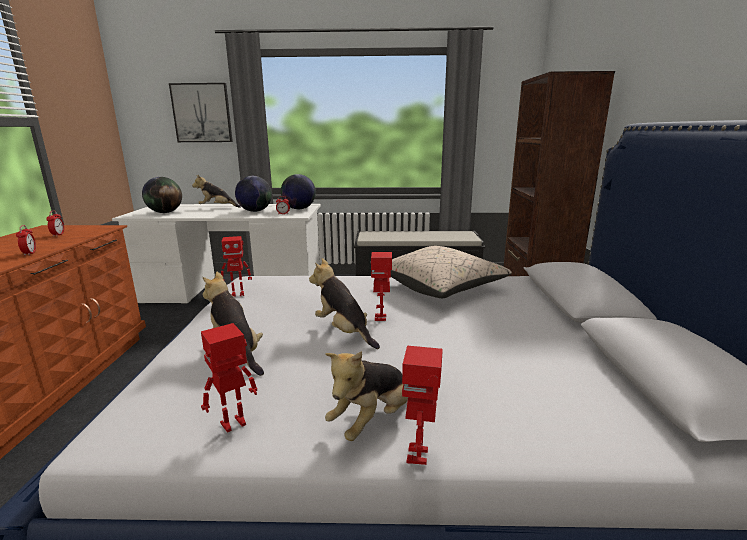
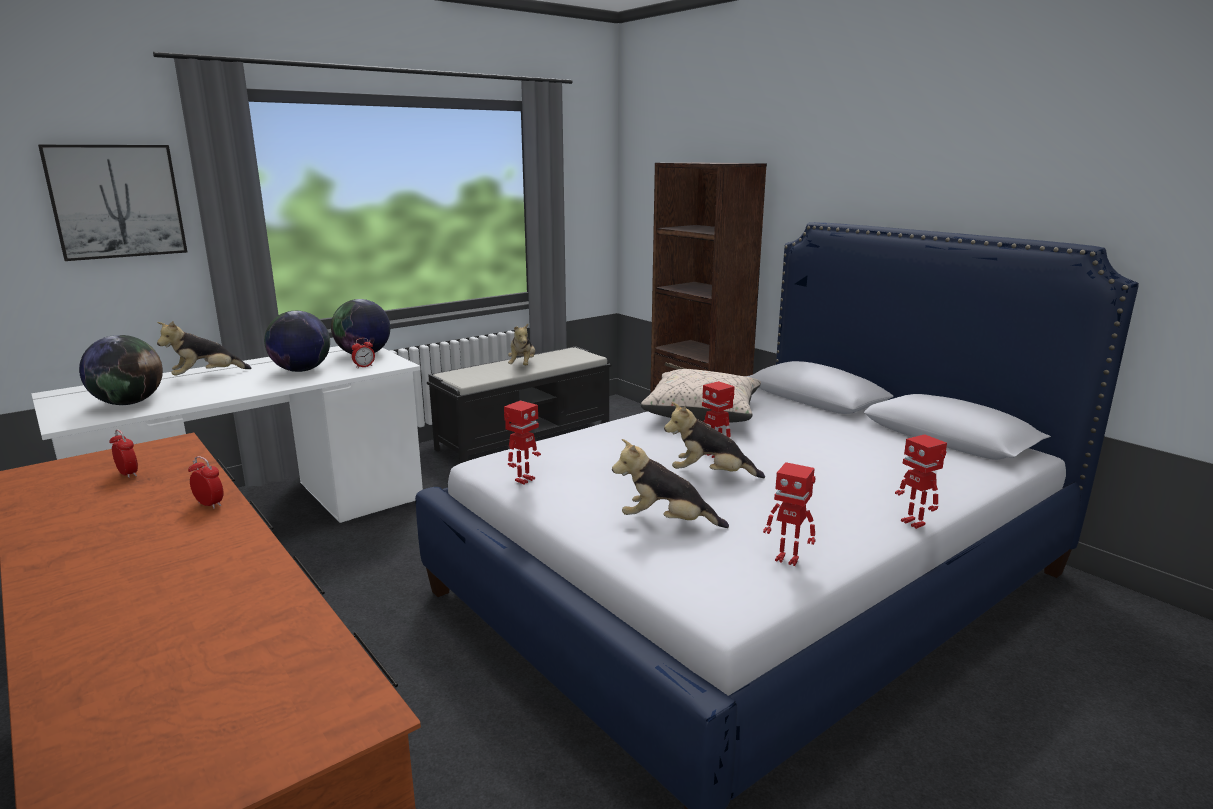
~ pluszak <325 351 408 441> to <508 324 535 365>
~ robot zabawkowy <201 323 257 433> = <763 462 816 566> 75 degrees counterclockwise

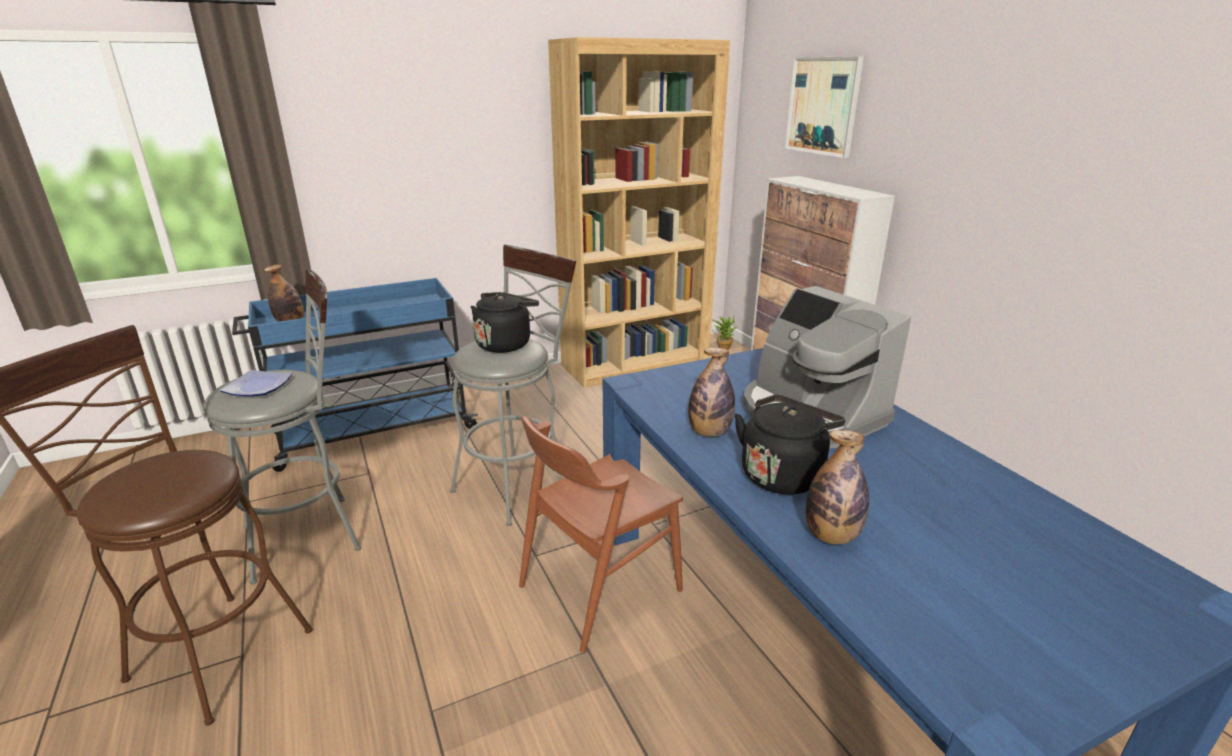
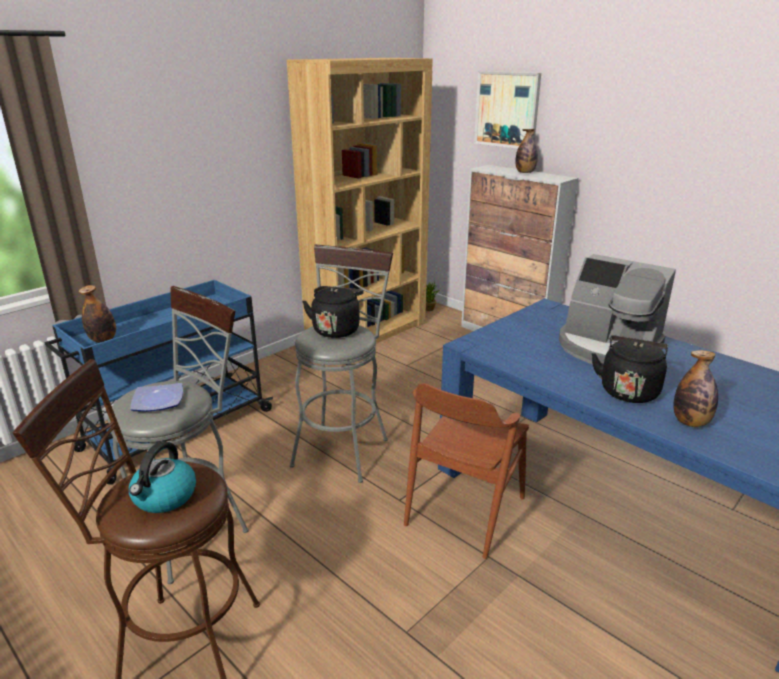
+ czajnik <129 441 196 513>
~ butelka <688 348 735 437> to <515 129 538 173>

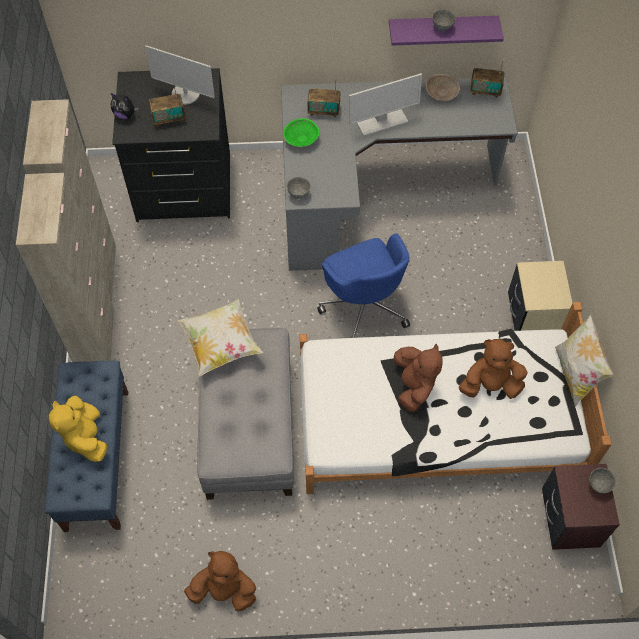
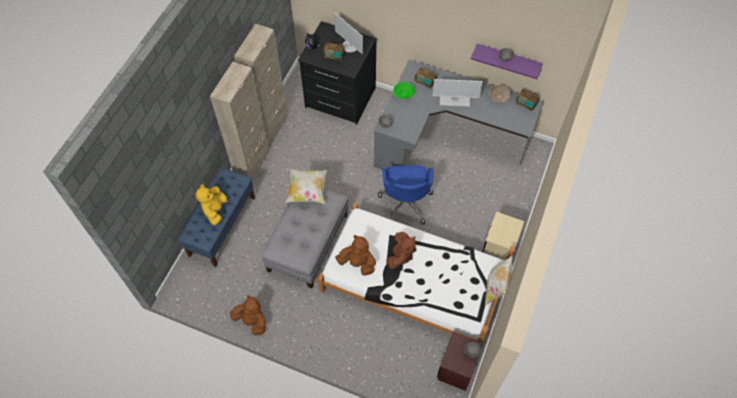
~ pluszak [brązowy] <459 339 527 399> to <335 235 376 275>

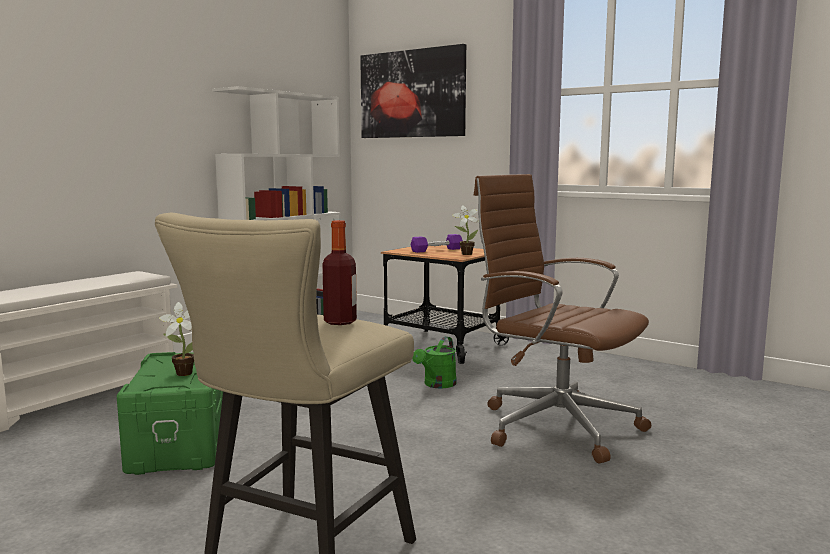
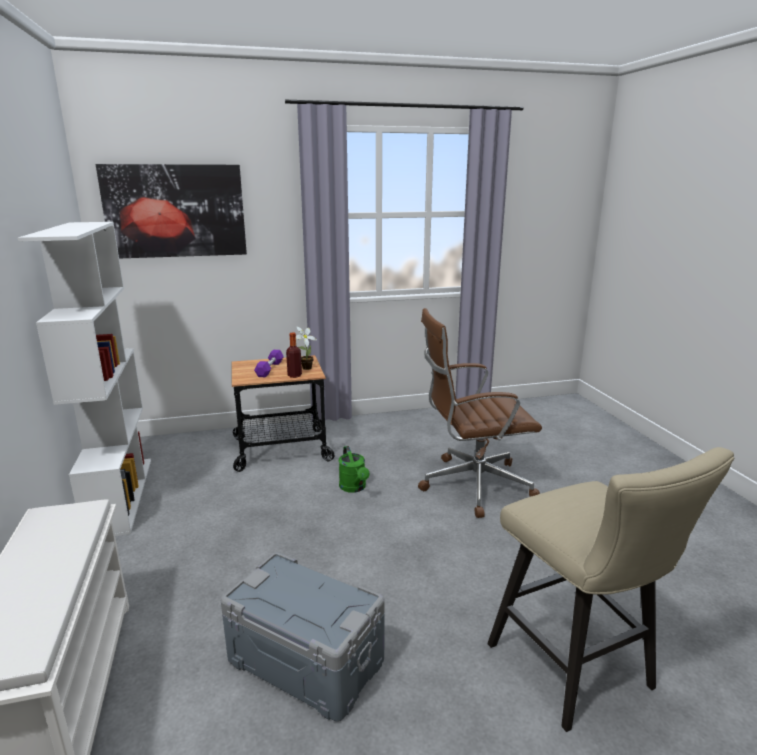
- roślina doniczkowa <159 302 194 376>
~ butelka <322 220 357 325> to <286 333 302 378>
~ pojemnik do przechowywania [zielony] <117 352 223 475> to pojemnik do przechowywania [szary] <221 552 385 722>

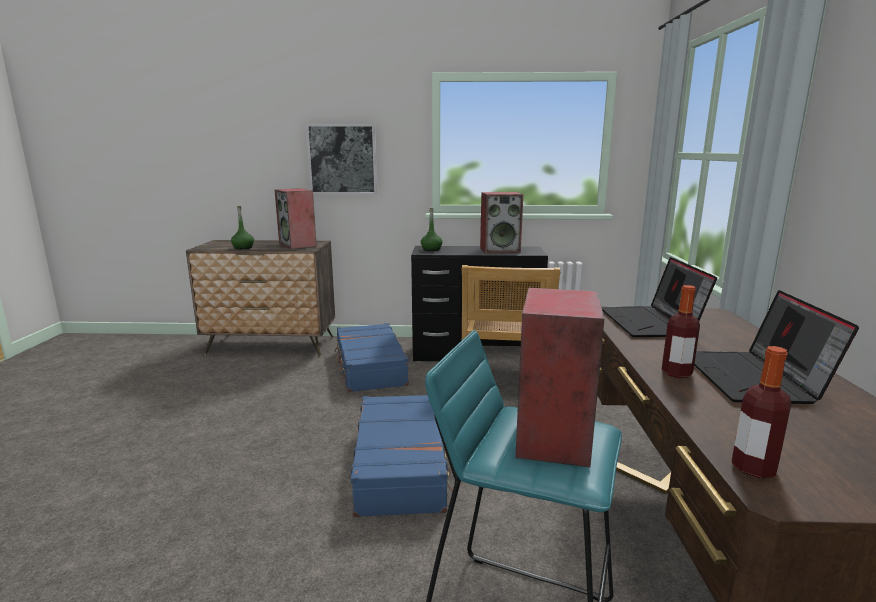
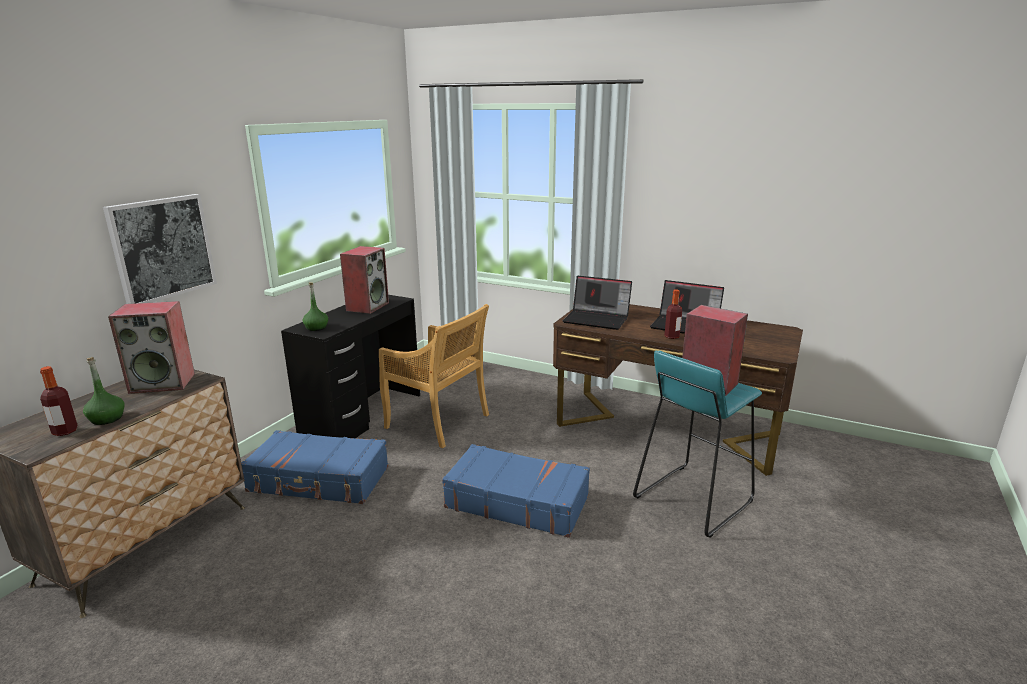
~ butelka <731 346 791 478> to <40 366 78 436>

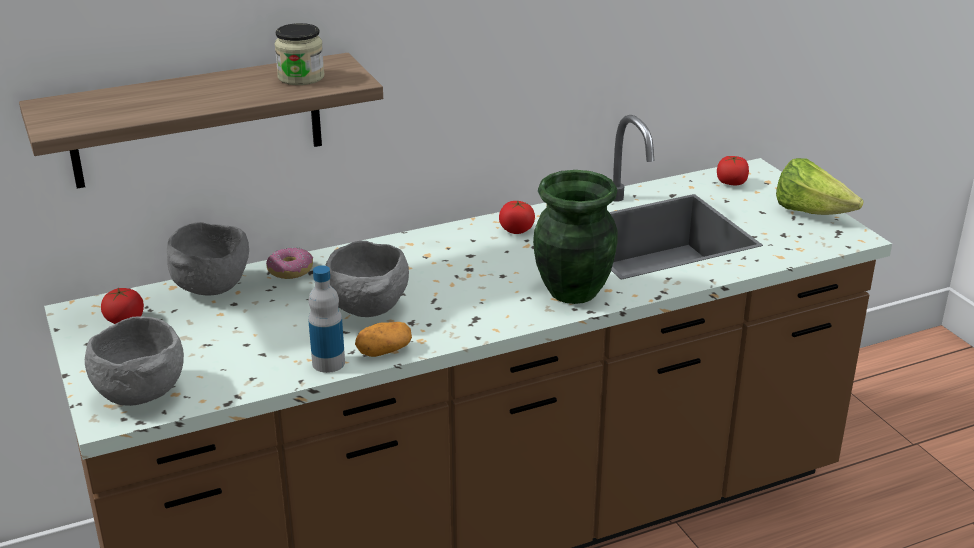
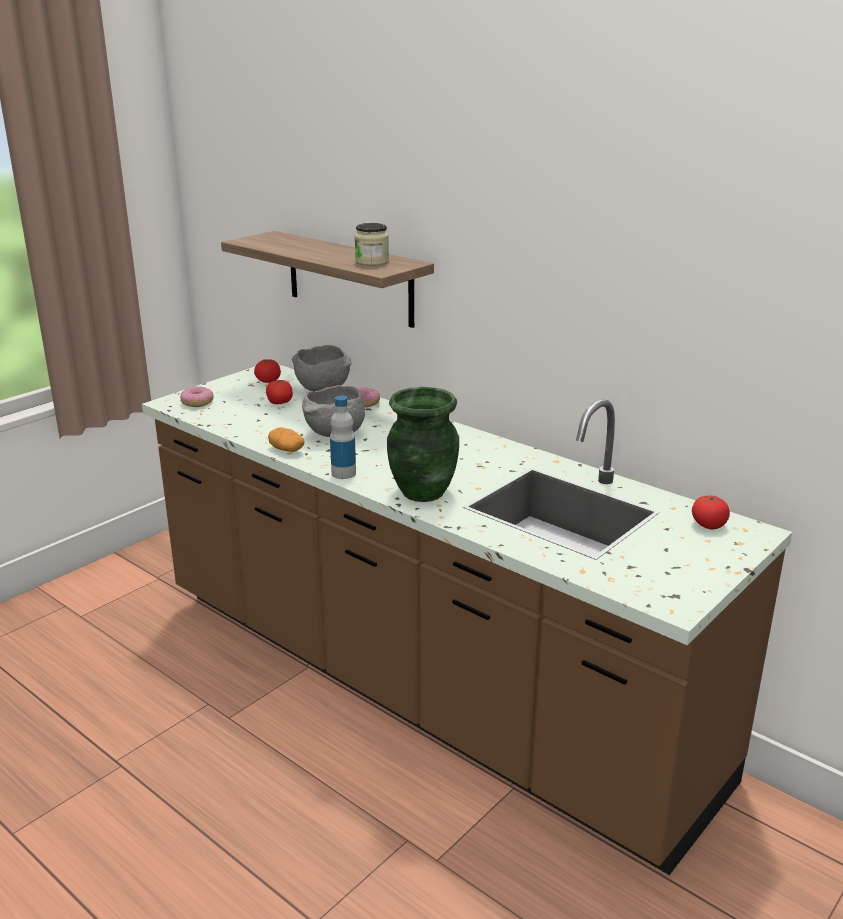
- sałata <776 158 864 215>
~ butelka <308 265 345 373> to <330 395 356 479>
~ pomidor <499 200 535 234> to <266 380 293 404>
~ miska [szary] <85 316 184 406> to donut <180 386 214 407>

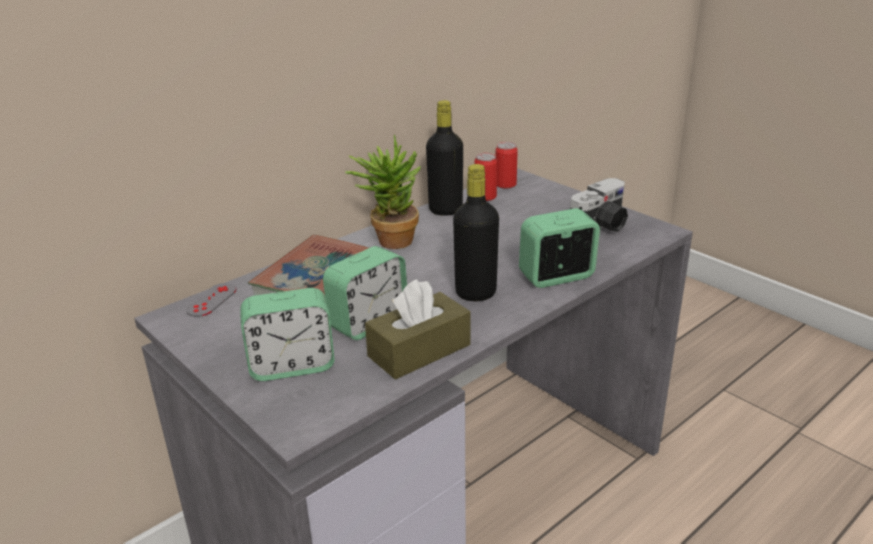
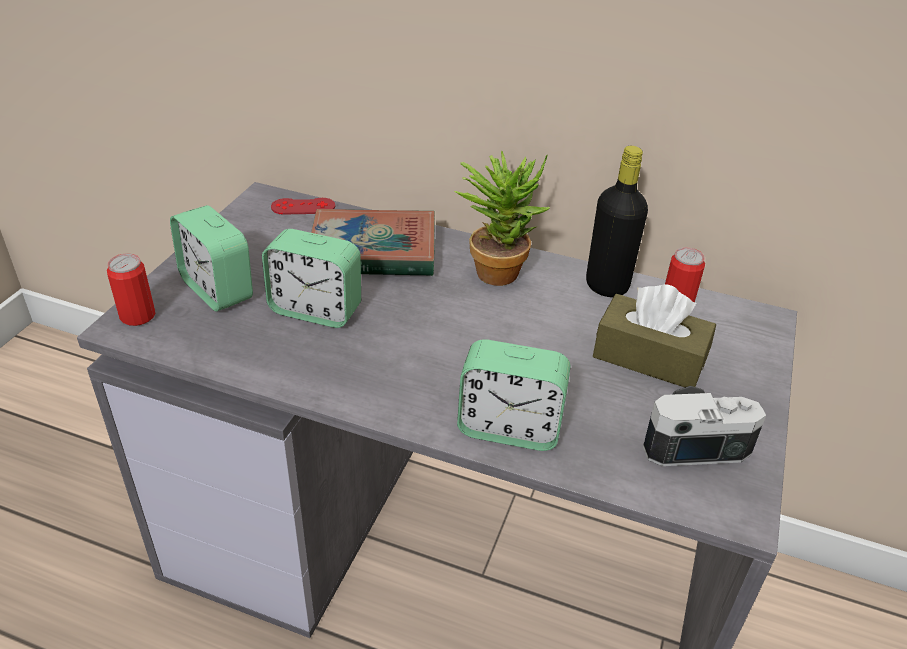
- butelka [czarny] <453 164 499 301>
~ pudełko chusteczek [brązowy] <365 279 471 380> to <593 284 716 387>
~ puszka <495 142 518 189> to <107 253 155 326>
~ pad do gier [szary] <186 283 236 317> to pad do gier [czerwony] <271 198 335 215>
~ budzik <519 208 600 288> = <457 339 571 451> 150 degrees clockwise
~ aparat fotograficzny <570 178 628 232> = <643 386 766 466> 150 degrees clockwise

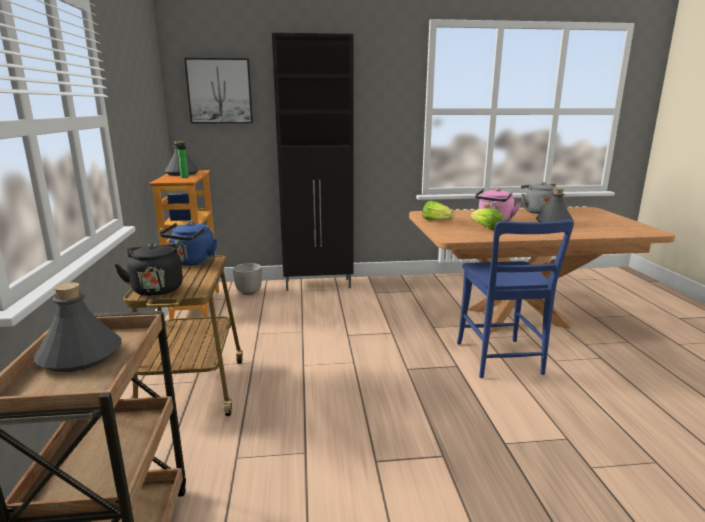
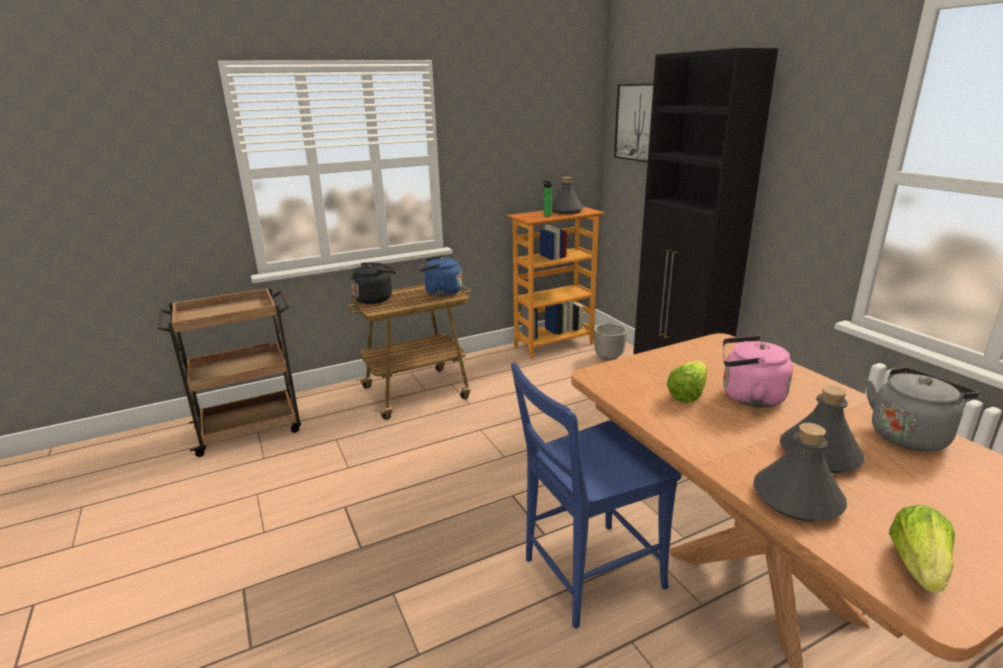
~ butelka [szary] <33 282 121 372> to <753 423 847 522>
~ sałata <422 201 455 220> to <889 505 955 593>

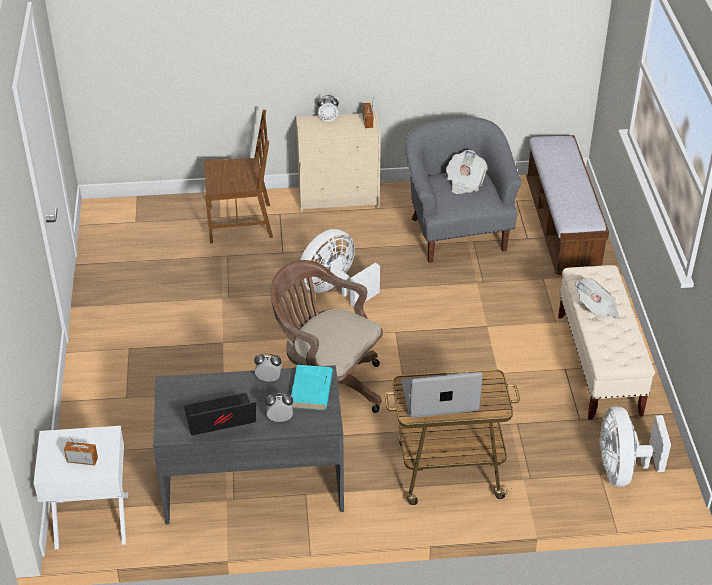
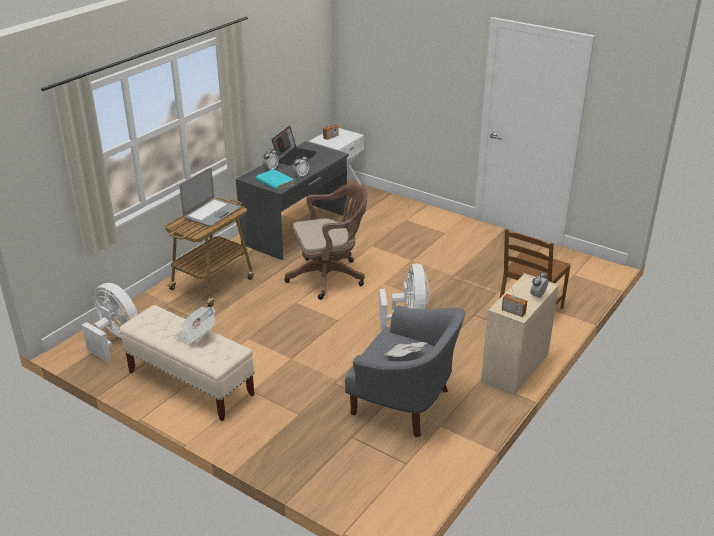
- ławka <526 135 609 275>

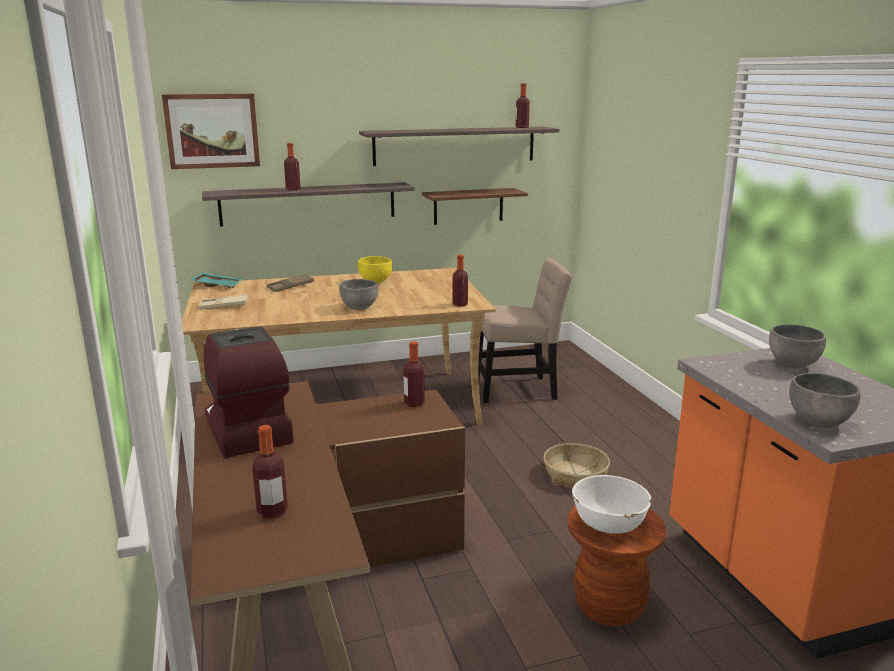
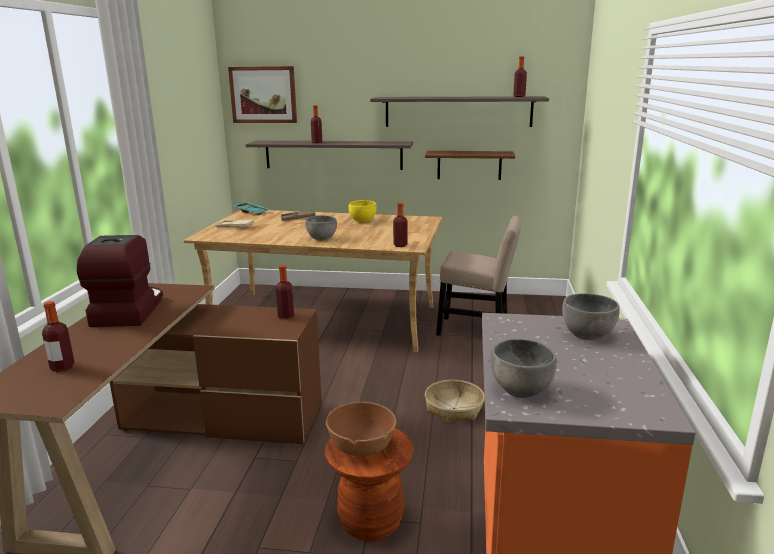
~ miska [biały] <572 475 651 534> to miska [brązowy] <326 402 396 456>

